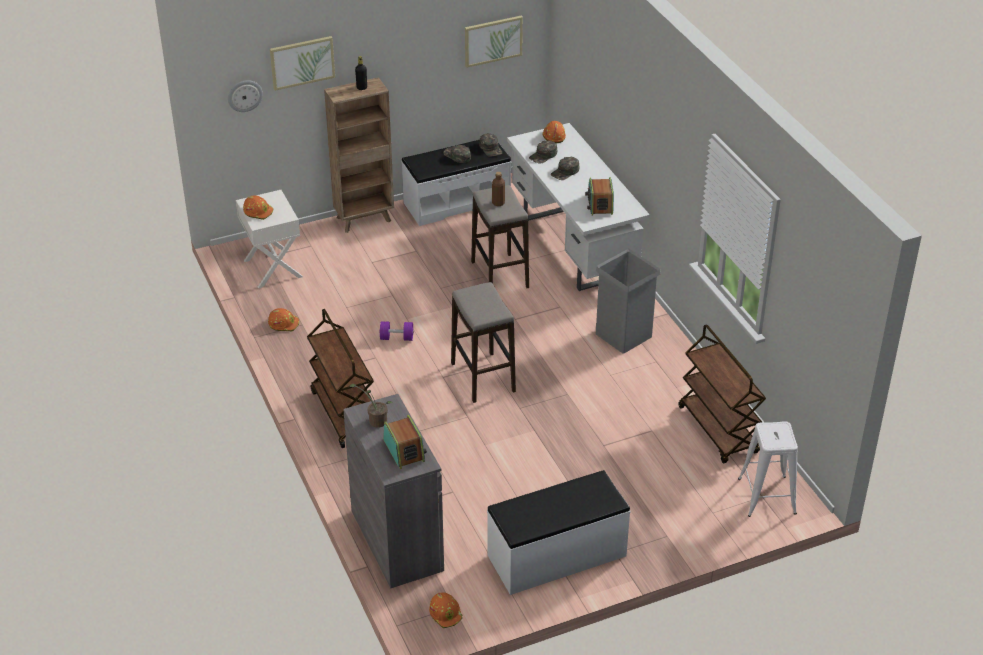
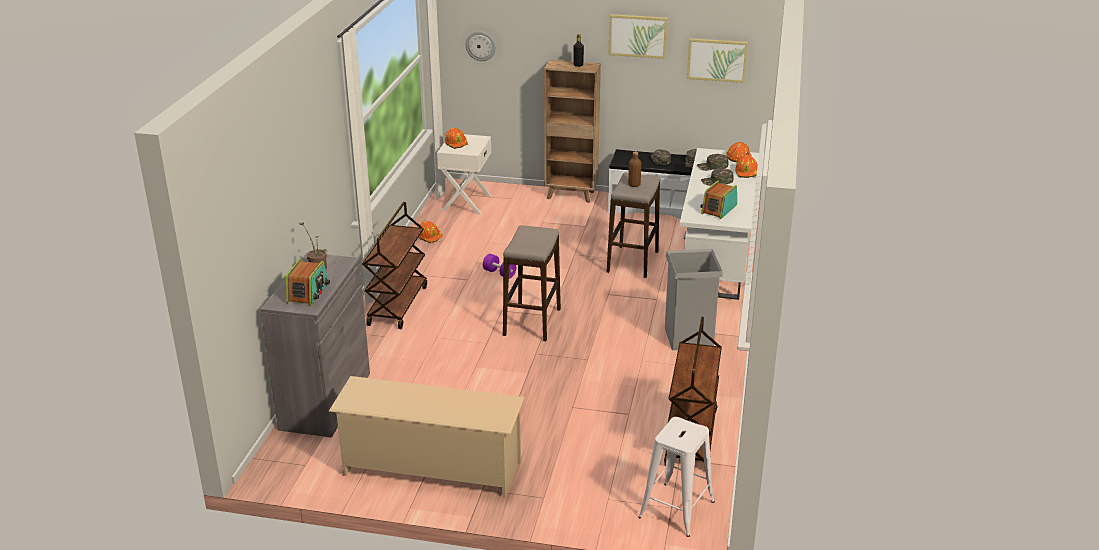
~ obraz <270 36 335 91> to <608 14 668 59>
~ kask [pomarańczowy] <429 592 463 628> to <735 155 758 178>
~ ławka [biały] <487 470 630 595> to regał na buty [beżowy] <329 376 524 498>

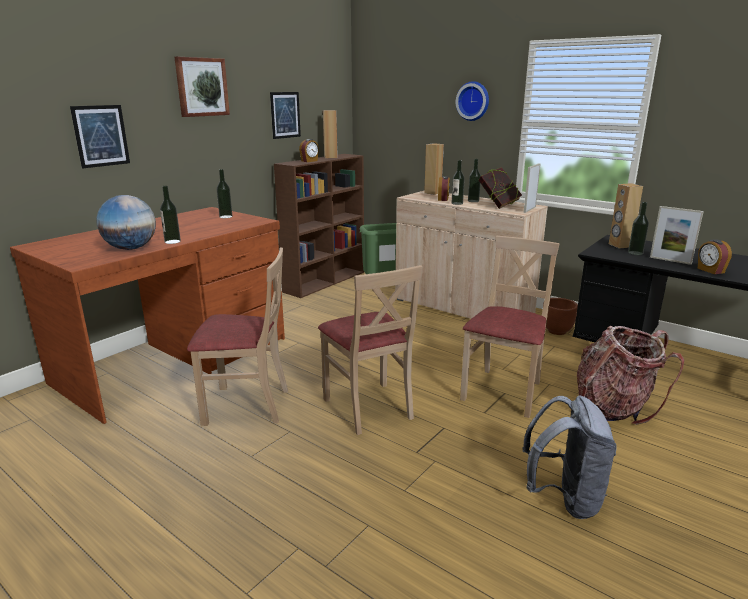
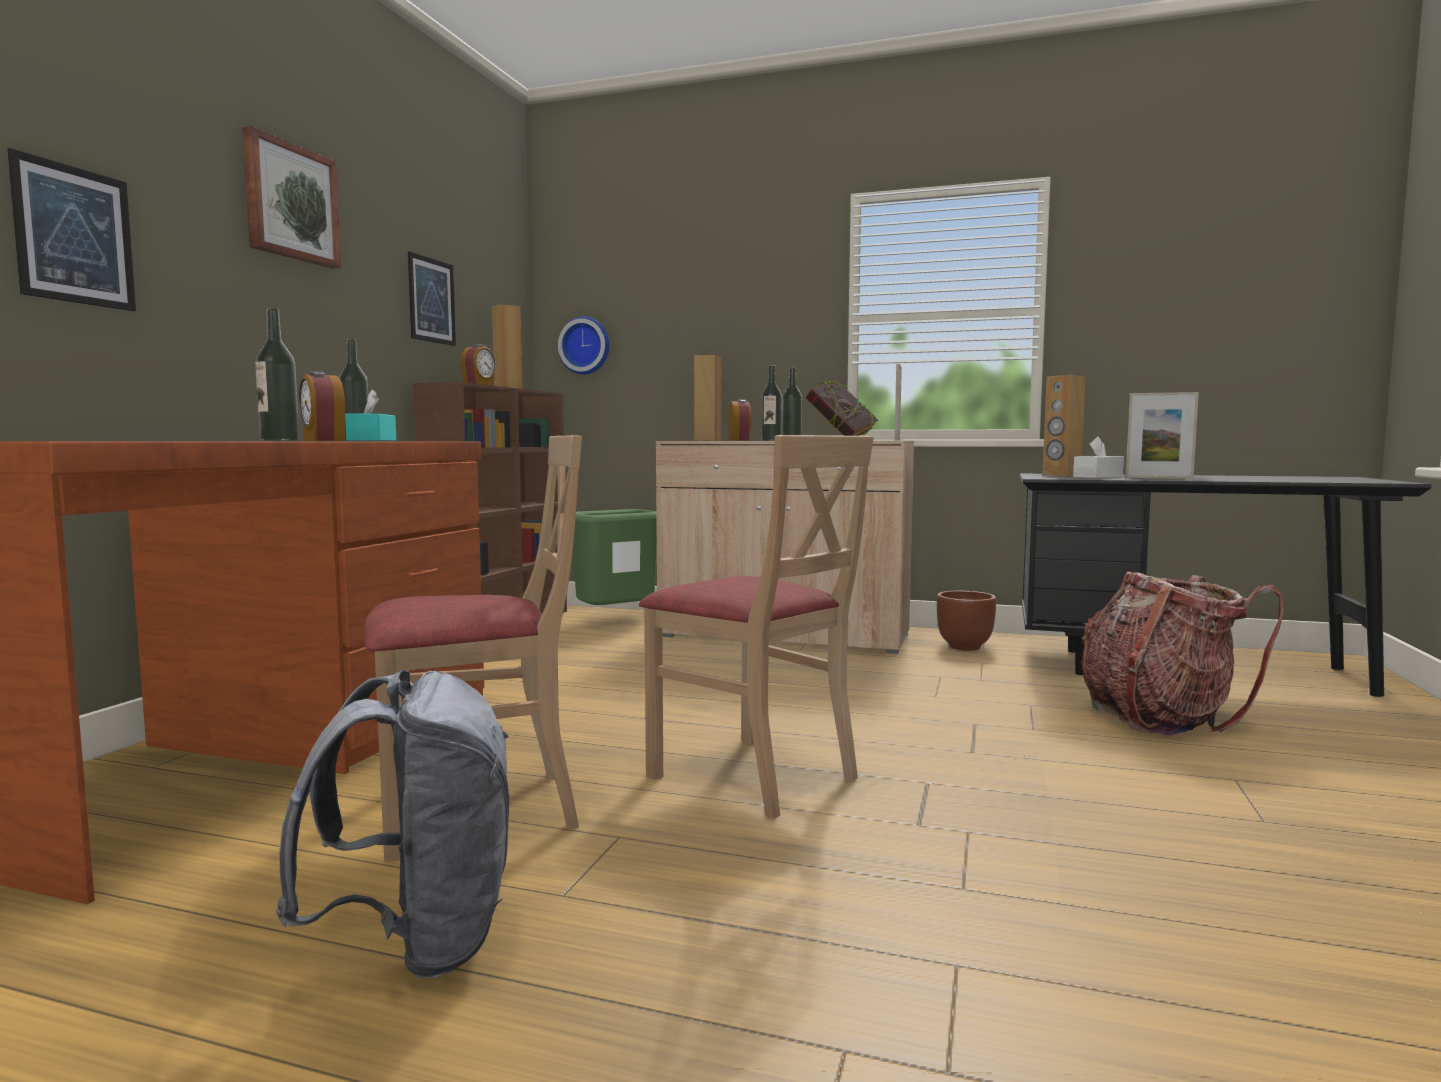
- globus <96 195 156 250>
- krzesło [beżowy] <460 236 560 418>
+ pudełko chusteczek [turkusowy] <345 389 396 441>
~ zegar ścienny <456 81 489 121> to <558 316 610 374>
~ plecak [szary] <522 395 617 519> to <275 670 509 979>
~ budzik <698 239 732 274> to <299 371 345 441>
~ butelka <628 202 649 255> to pudełko chusteczek [biały] <1073 436 1124 478>

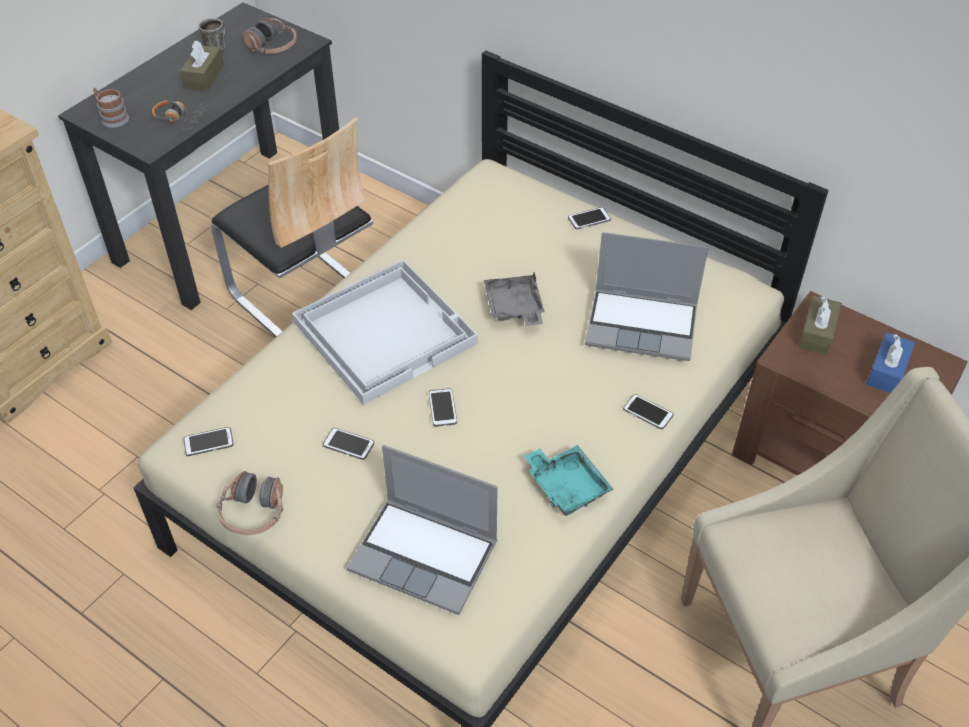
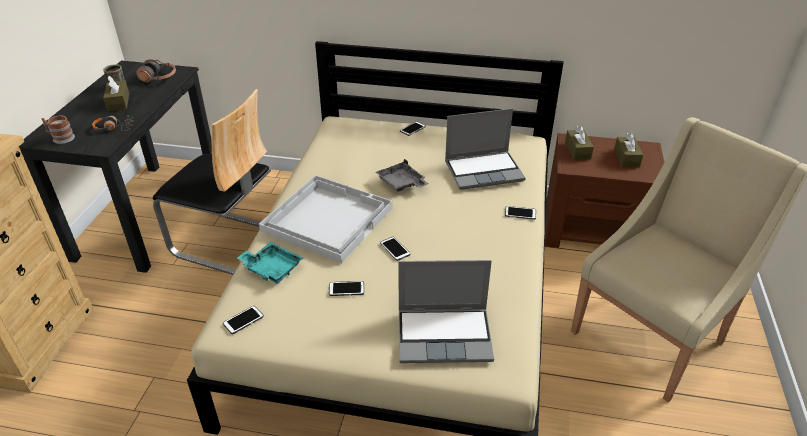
- słuchawki <217 471 283 535>
~ taca [turkusowy] <524 445 614 516> to <237 242 303 284>
~ pudełko chusteczek [niebieski] <866 333 915 393> to pudełko chusteczek [brązowy] <614 133 643 168>

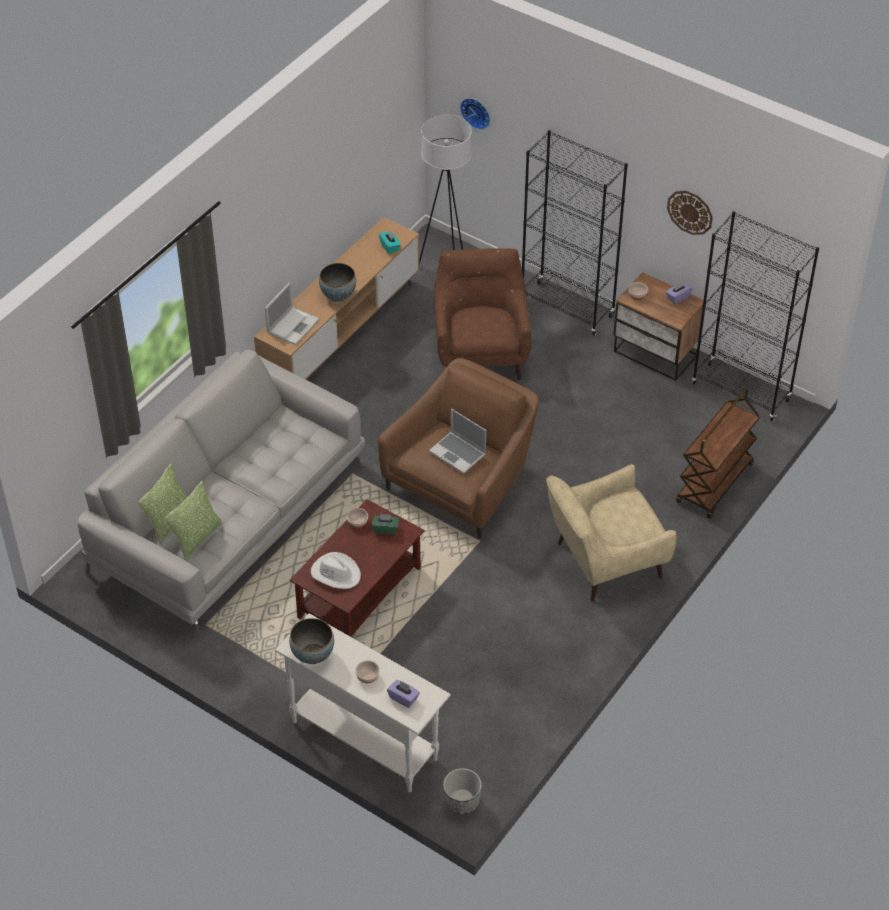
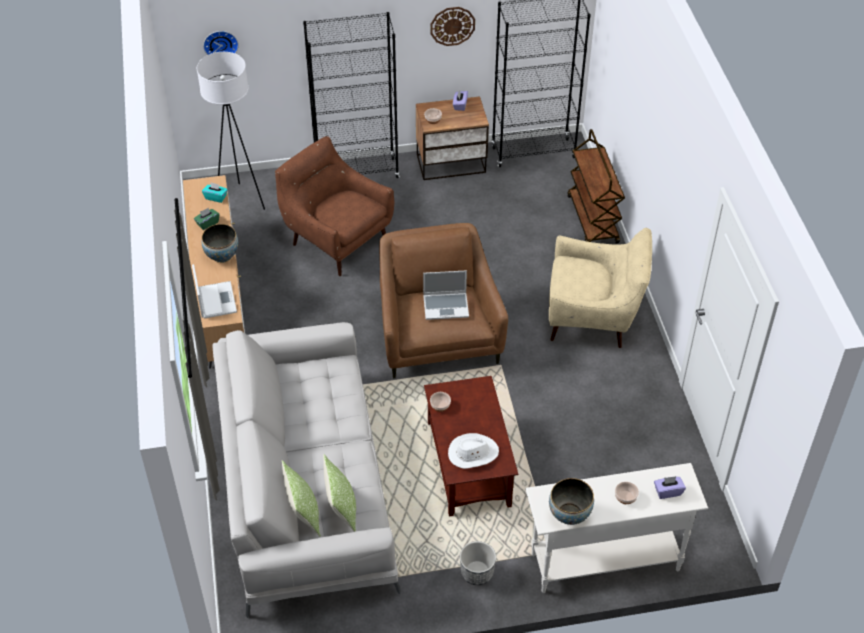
~ pudełko chusteczek [zielony] <371 514 399 535> to <194 208 220 230>
~ donica <443 768 482 815> to <460 541 496 585>
~ fotel [beżowy] <546 464 677 601> = <549 228 652 348> 105 degrees counterclockwise

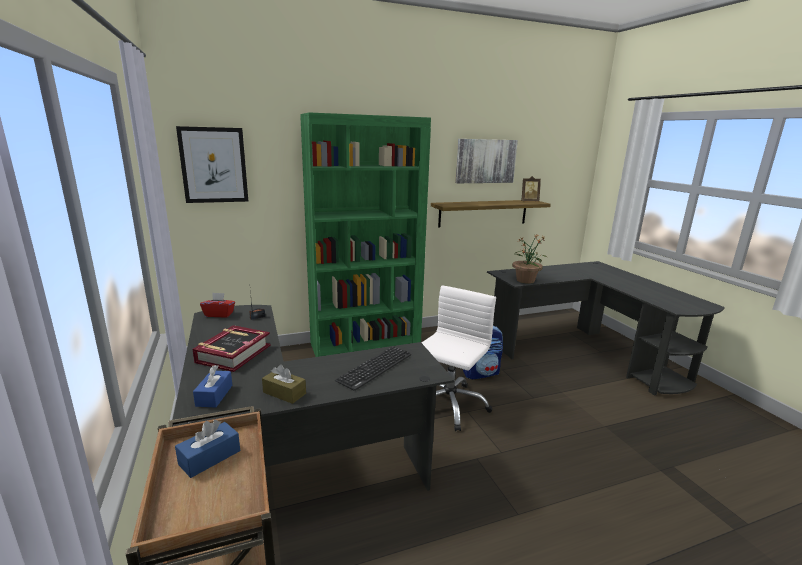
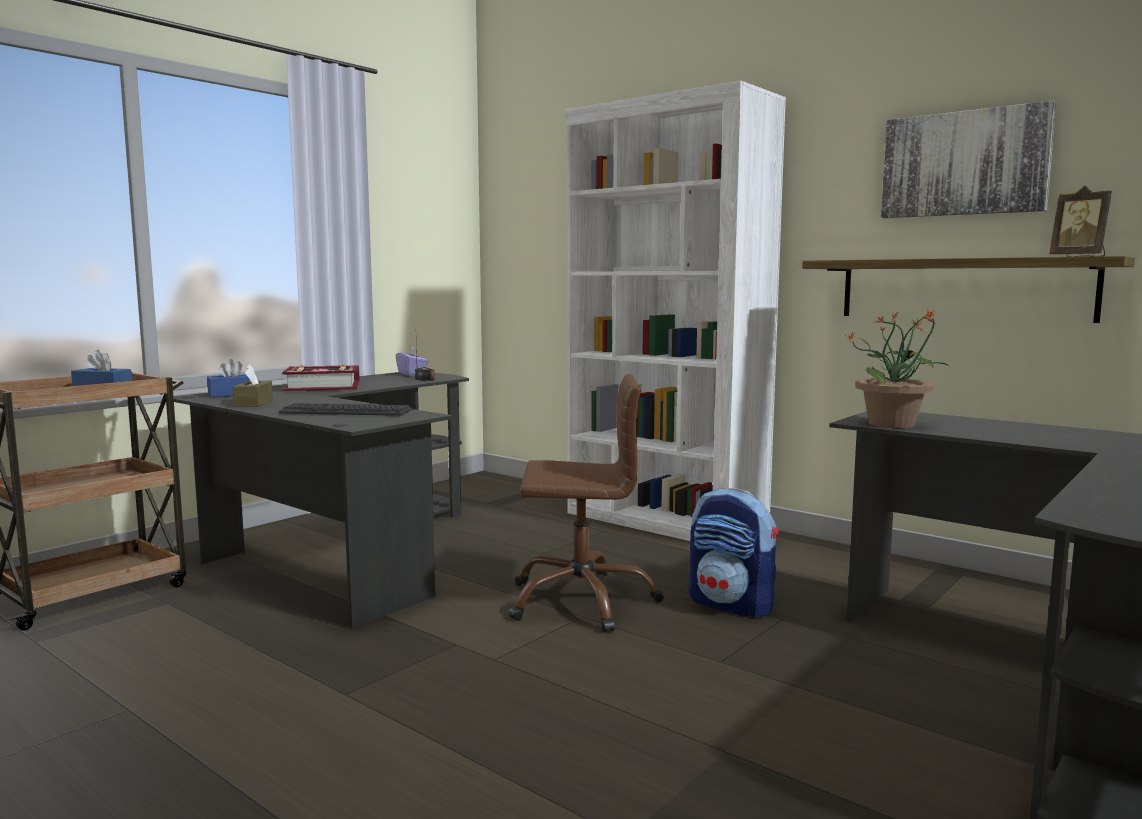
- obraz <176 126 249 203>
~ pudełko chusteczek [czerwony] <200 292 235 318> to pudełko chusteczek [fioletowy] <396 345 429 376>
~ regał [zielony] <300 112 431 357> to regał [biały] <565 80 786 541>
~ krzesło biurowe [biały] <422 285 496 431> to krzesło biurowe [brązowy] <509 374 664 632>

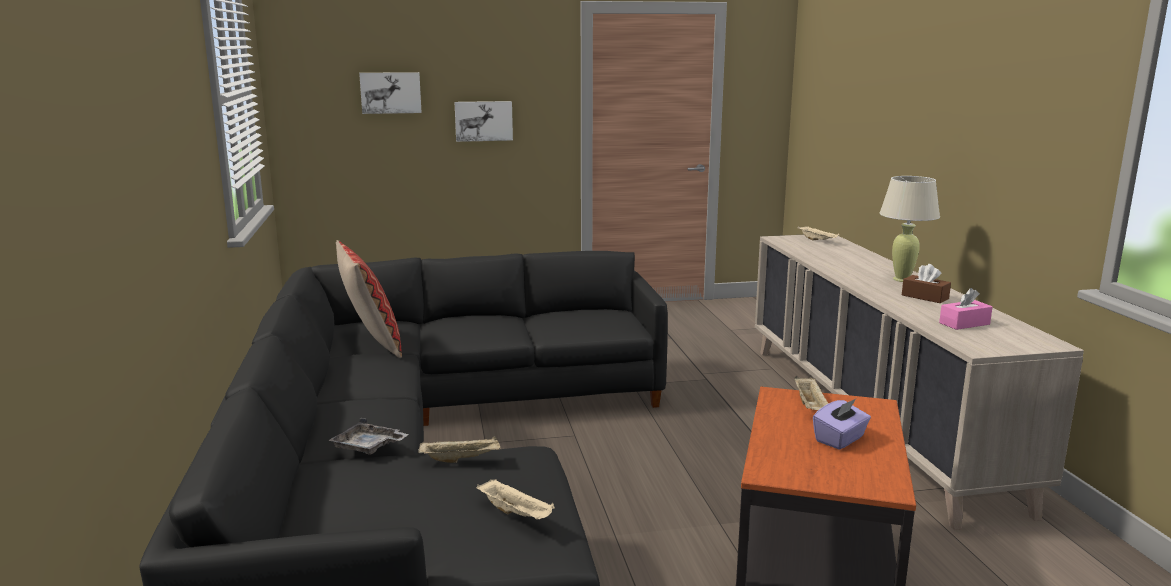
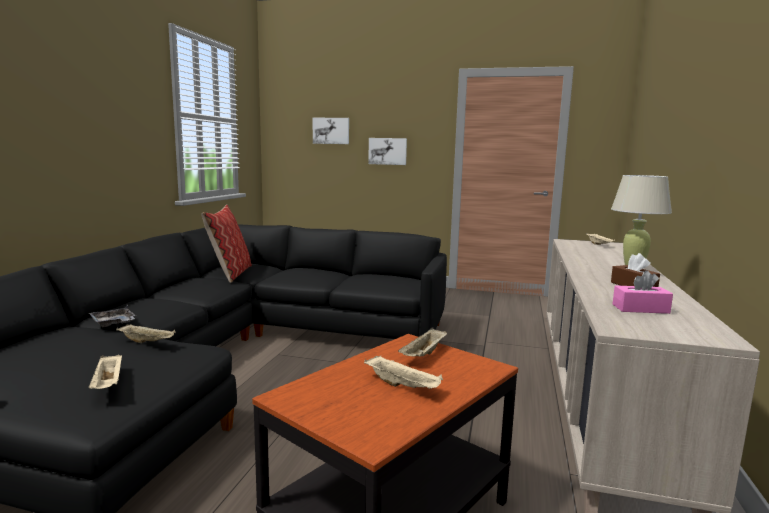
~ pudełko chusteczek [fioletowy] <813 399 871 449> to taca [beżowy] <364 356 443 389>

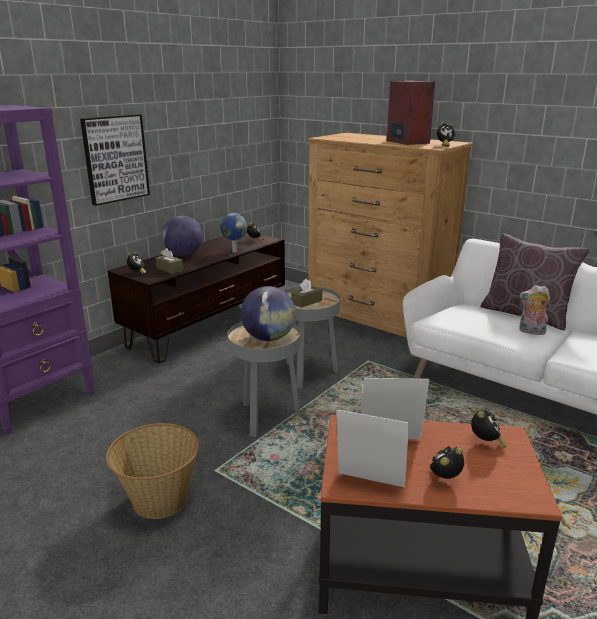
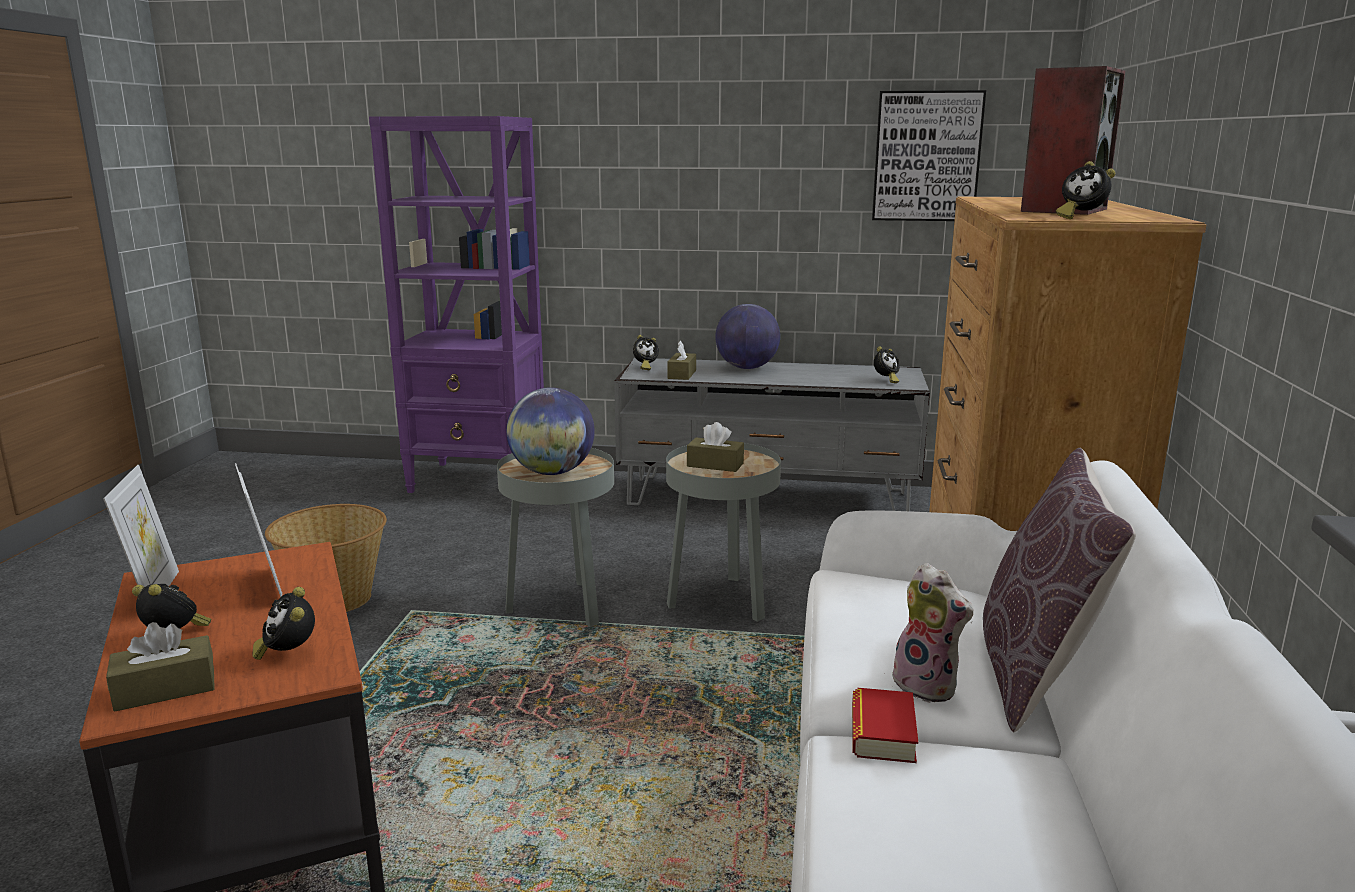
- globus <220 213 247 253>
+ pudełko chusteczek [brązowy] <106 622 215 711>
+ książka <852 688 918 763>
~ obraz <80 114 150 206> to <872 90 986 221>
~ szafka pod telewizor [brązowy] <108 231 285 363> to szafka pod telewizor [szary] <614 358 930 511>
~ budzik <471 406 506 448> = <252 587 315 660> 90 degrees clockwise
~ pluszak <519 285 550 335> = <892 563 974 703> 150 degrees clockwise

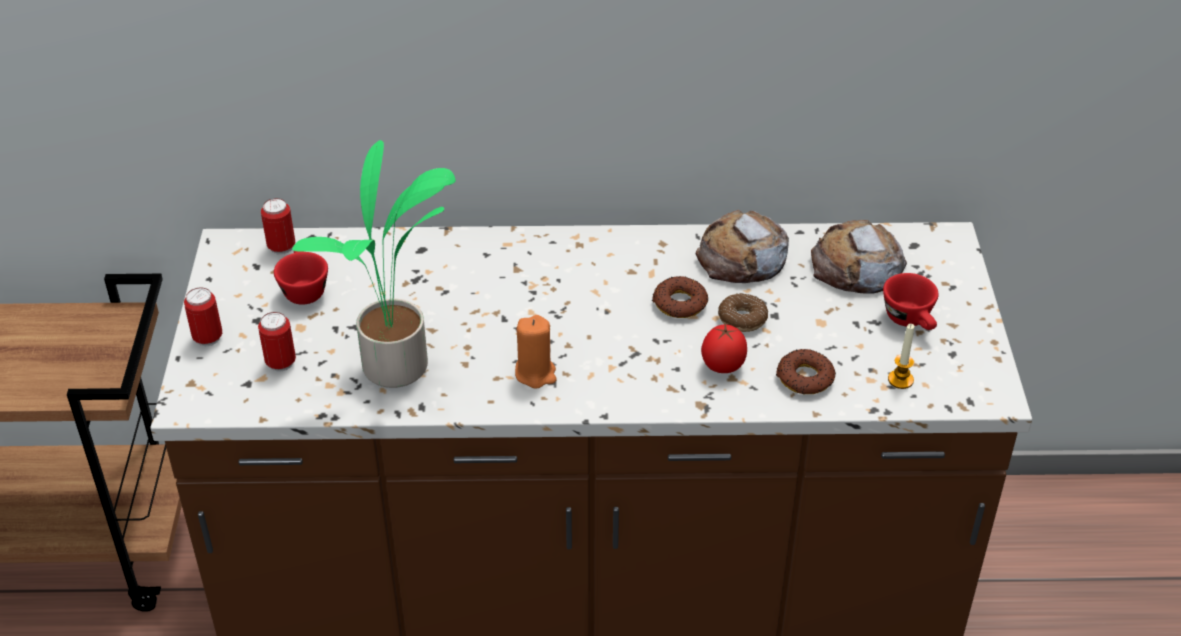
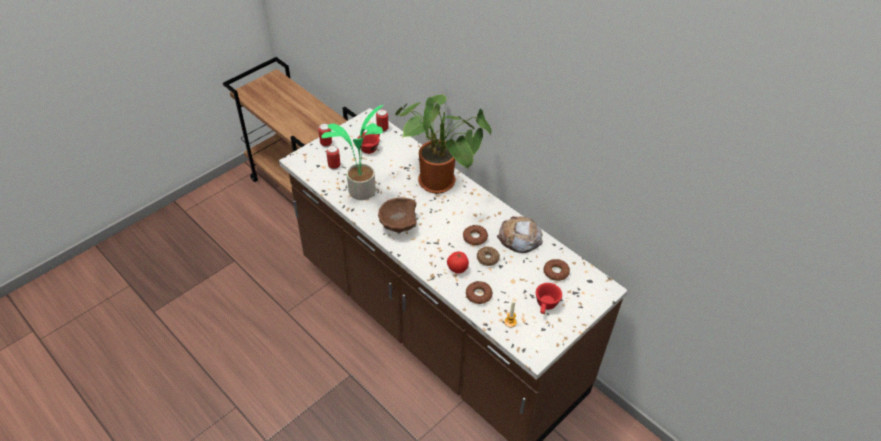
+ roślina doniczkowa <395 94 491 194>
~ świeca [pomarańczowy] <515 315 556 389> to miska [brązowy] <378 197 417 233>
~ chleb <811 220 907 294> to donut <544 259 570 281>

